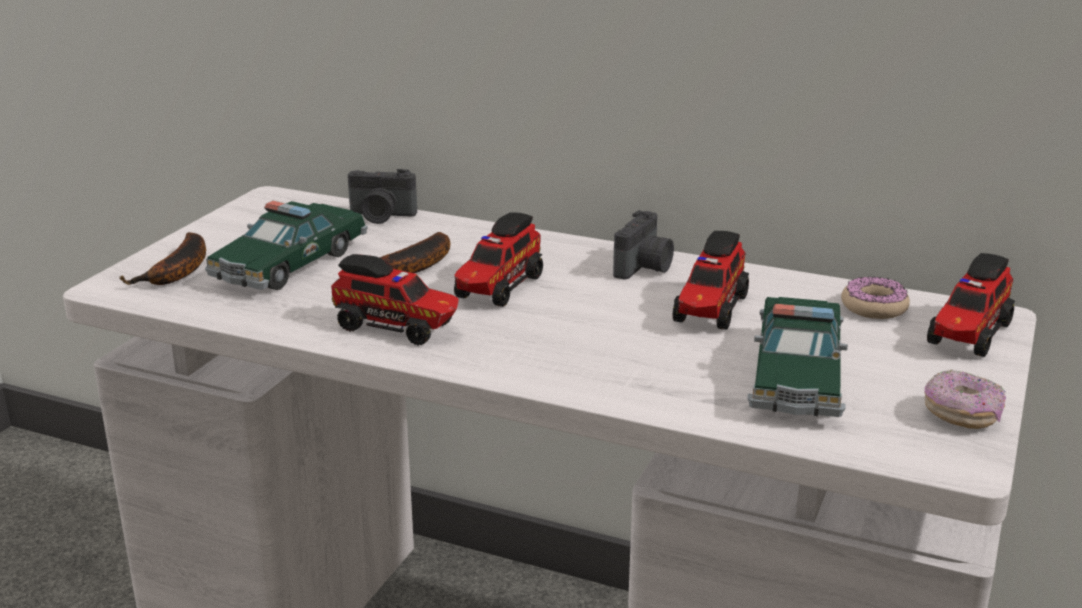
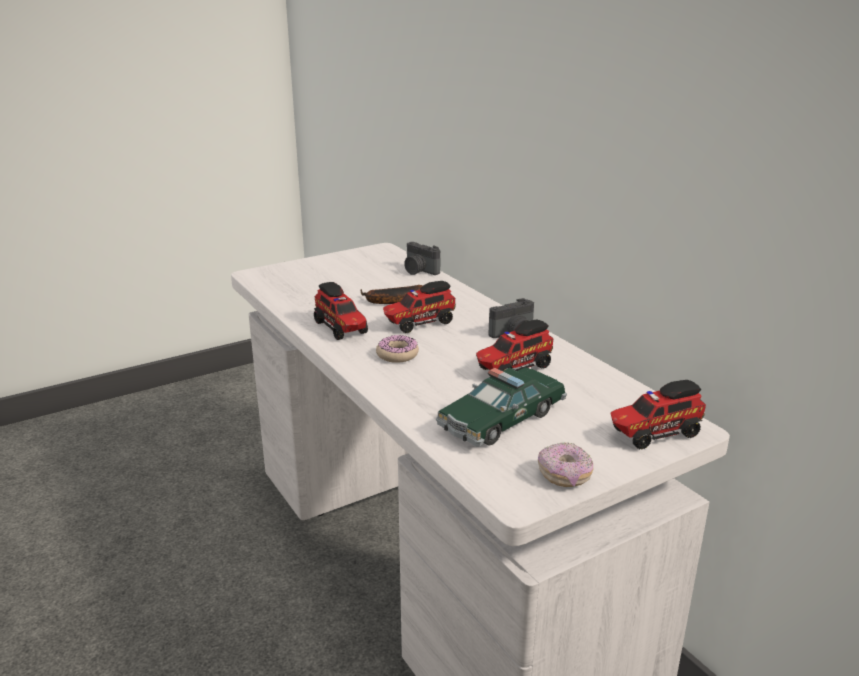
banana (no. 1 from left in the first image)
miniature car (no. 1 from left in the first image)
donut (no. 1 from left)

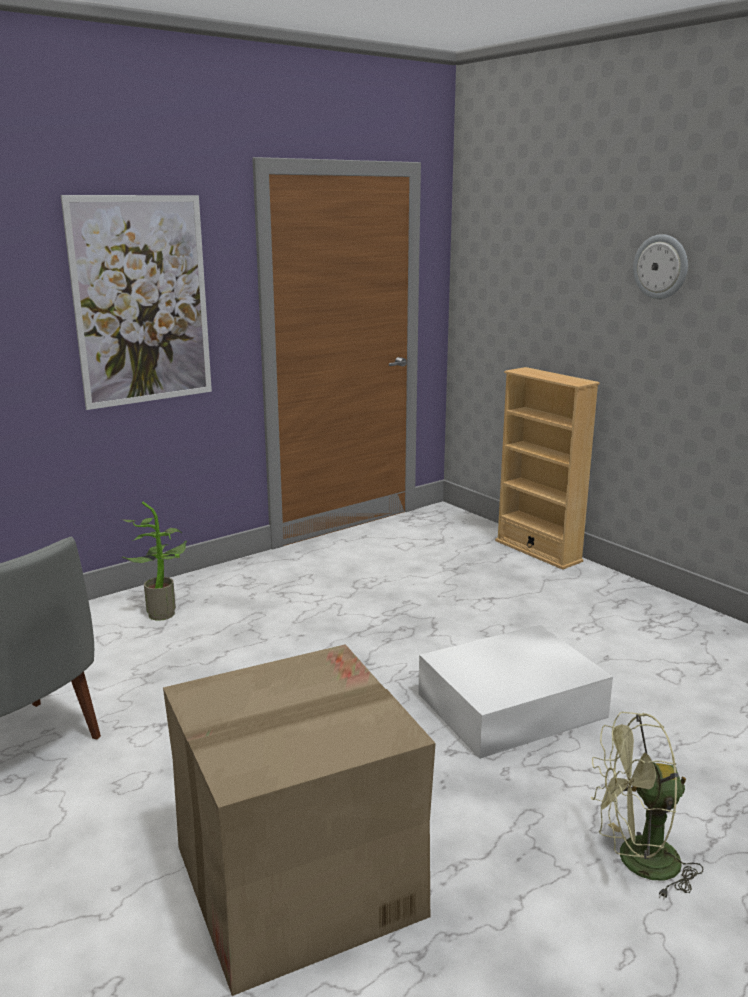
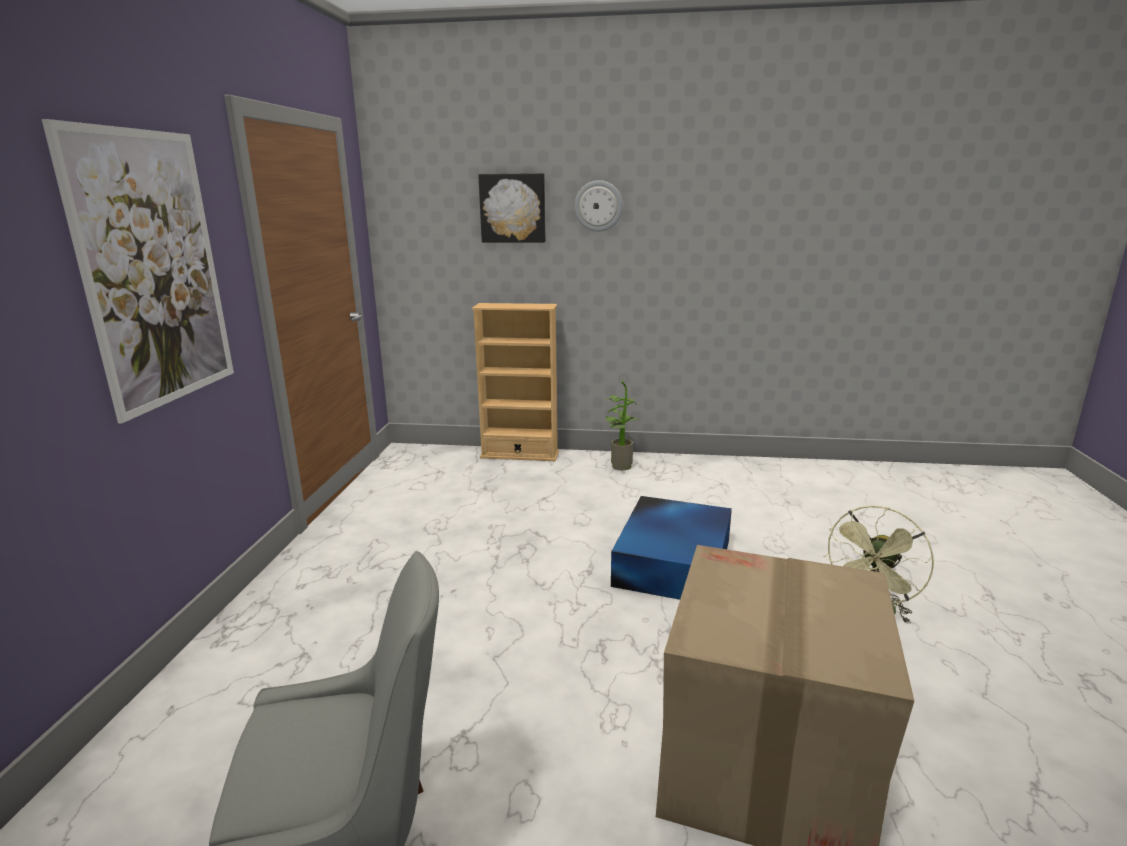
wall picture (no. 2 from left)
houseplant
storage bin/blue

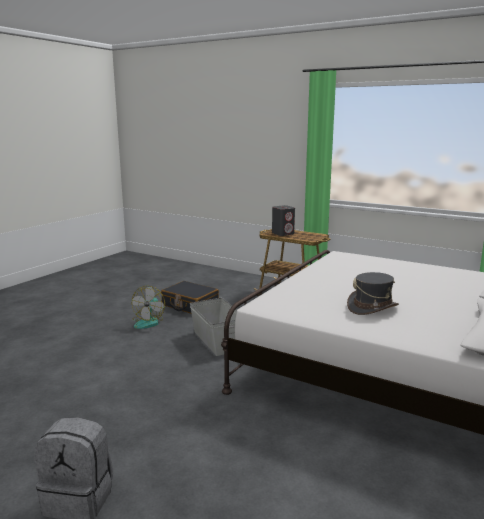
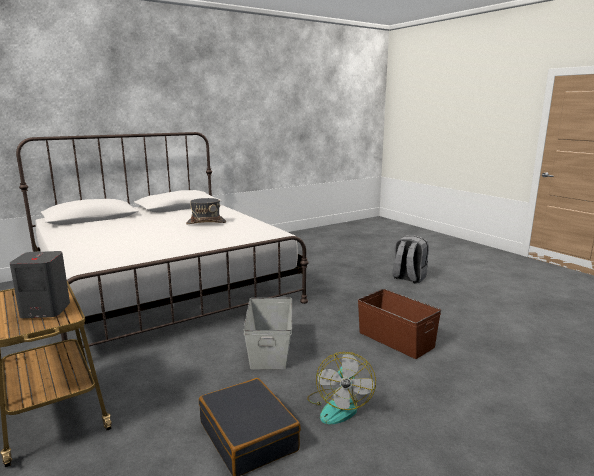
storage bin/brownish
cooling fan

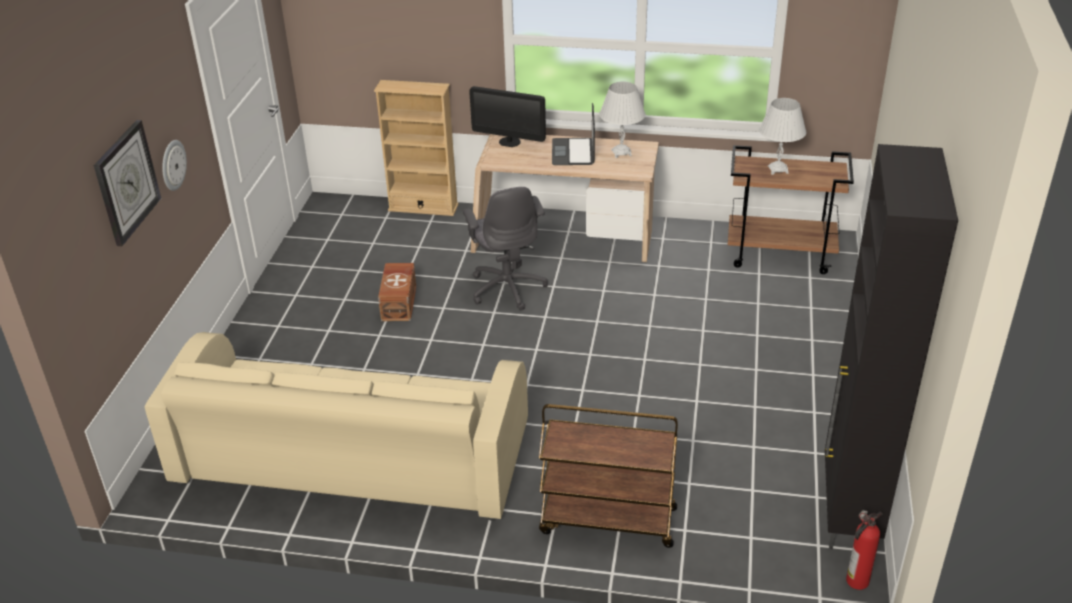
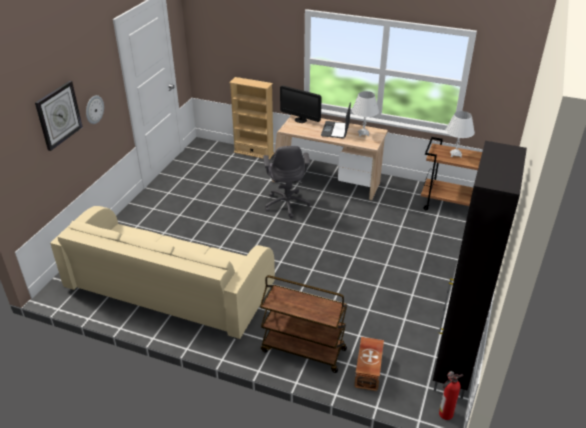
storage bin/brownish

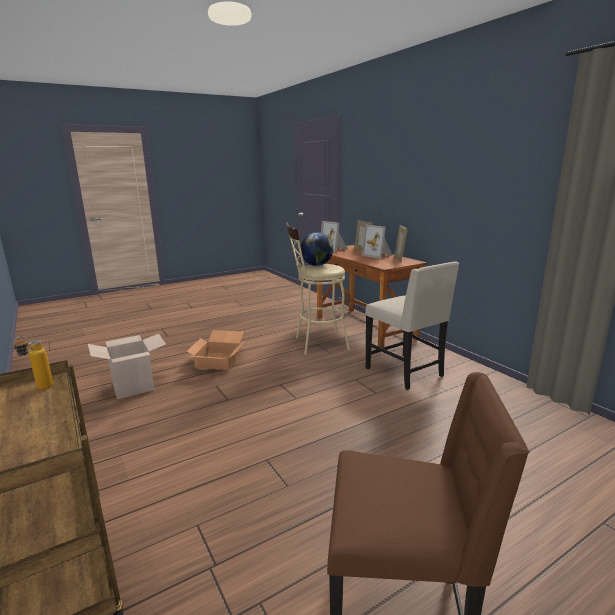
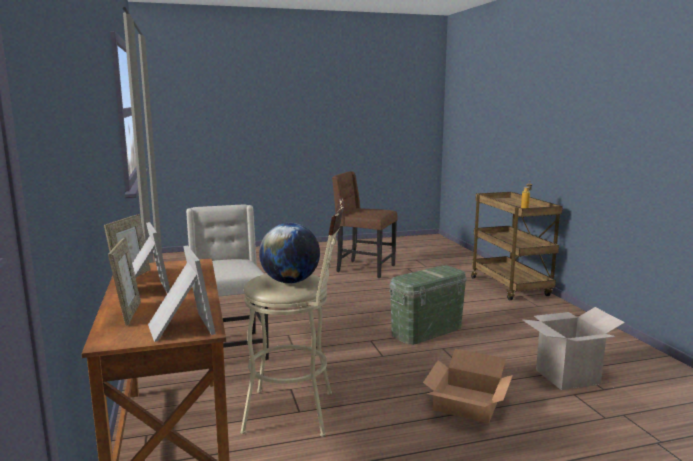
storage bin/green-coloured

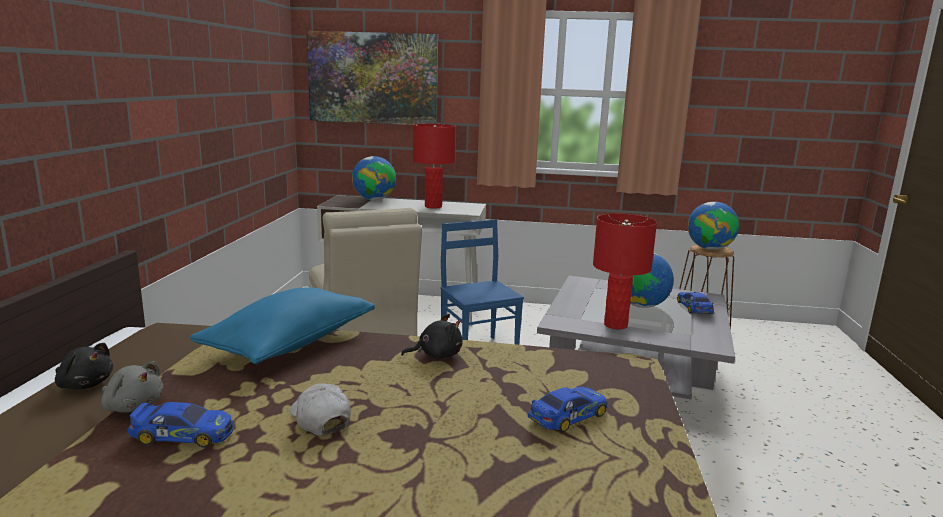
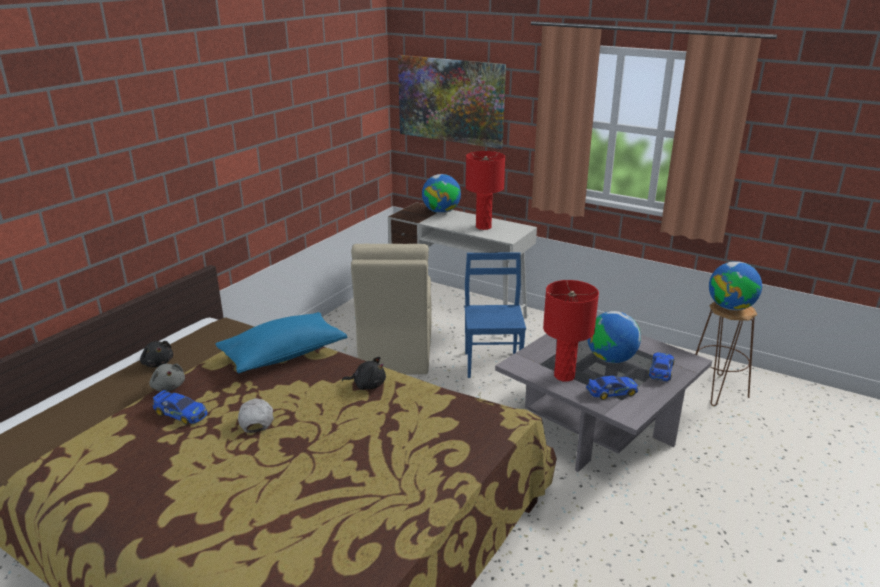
miniature car (no. 2 from left)

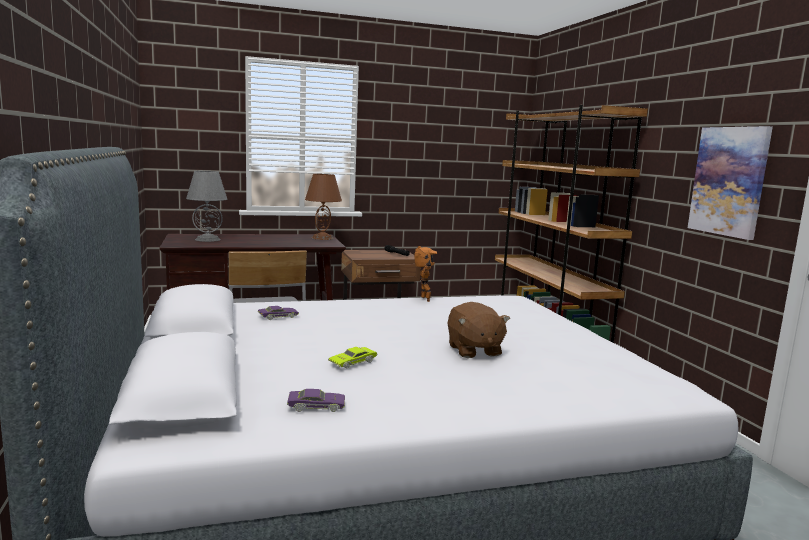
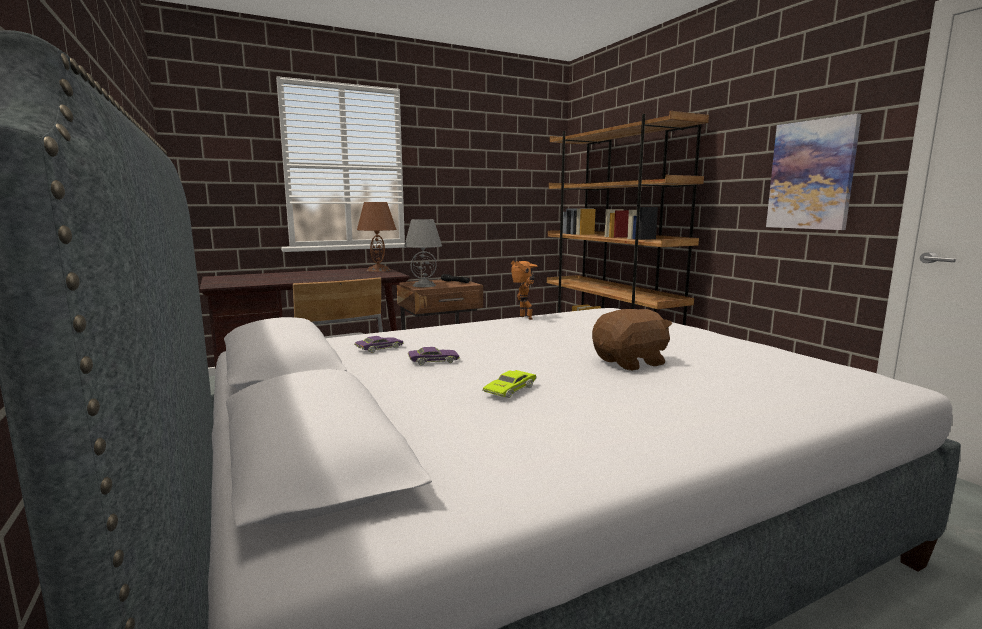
lamp for a table/greyish
miniature car/purple (no. 2 from left)
cuddly toy/brownish

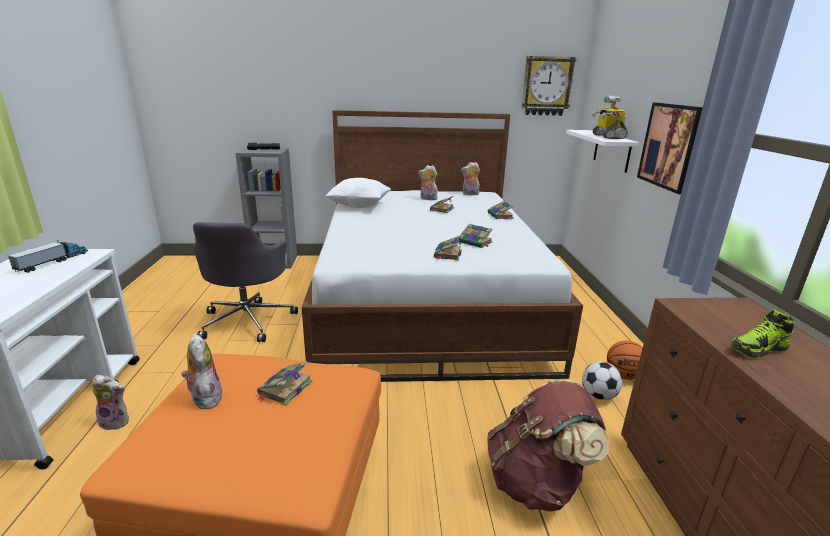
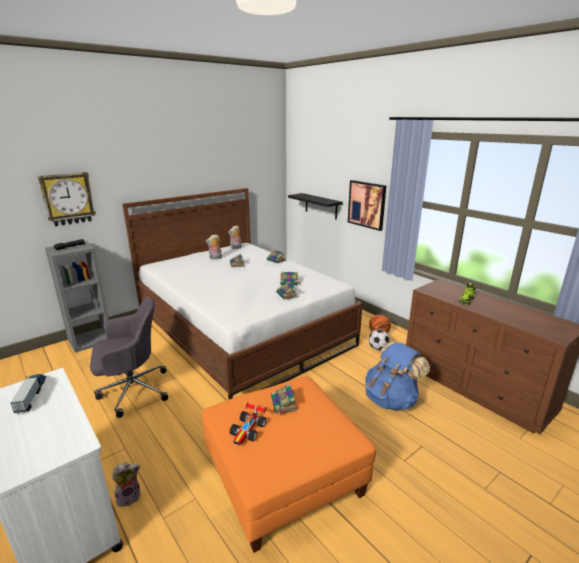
throw pillow/white
model robot
clock on the wall
miniature car
rucksack/blue
bracket shelf/blackish
computer chair/greyish

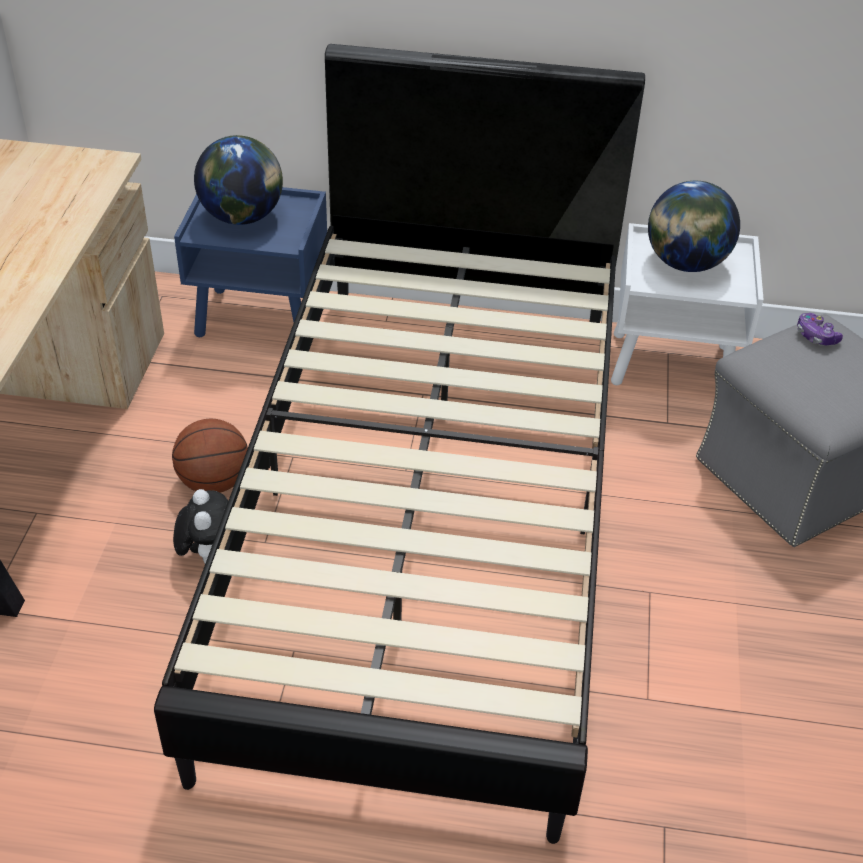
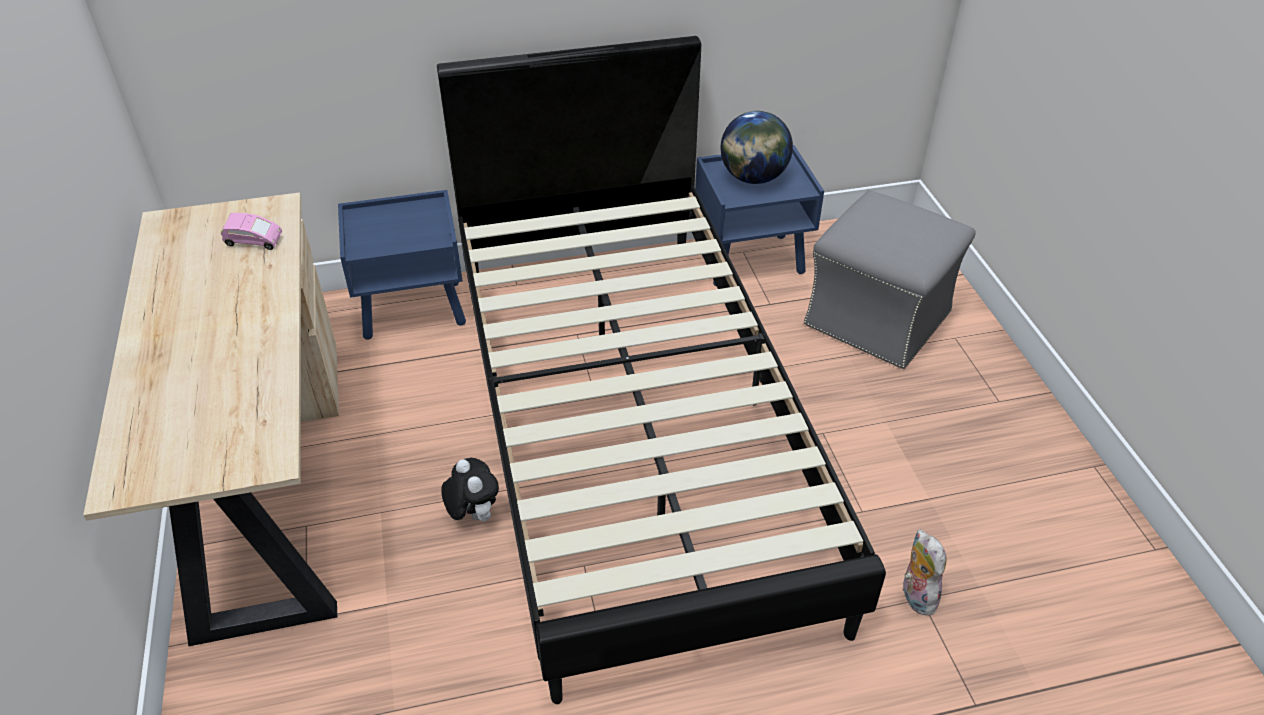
ball for basketball
globe (no. 1 from left in the first image)
gamepad
miniature car/pinkish
cuddly toy (no. 2 from left)
bedside table/blue (no. 2 from left)

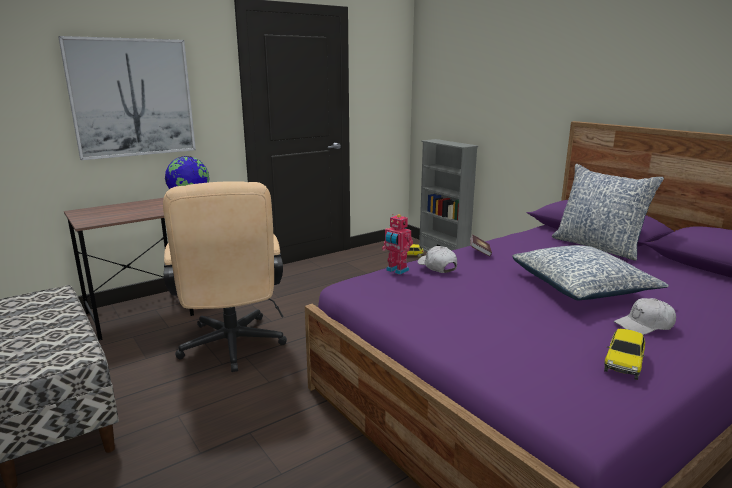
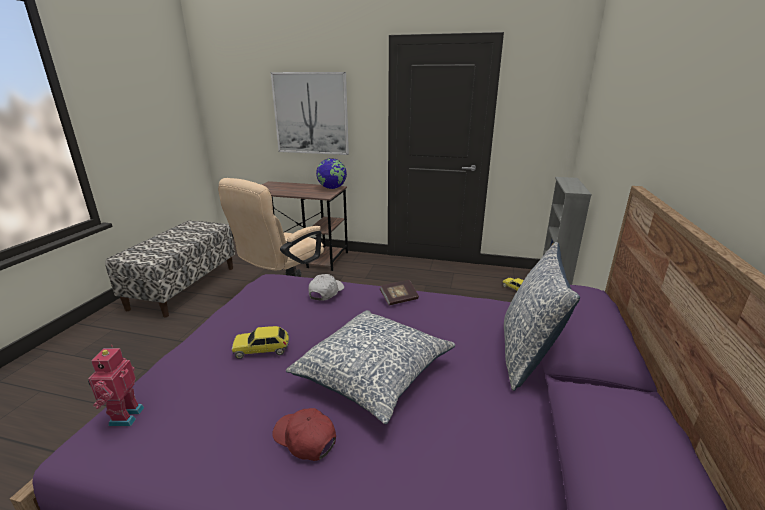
model robot
miniature car (no. 1 from left)
baseball cap/reddish

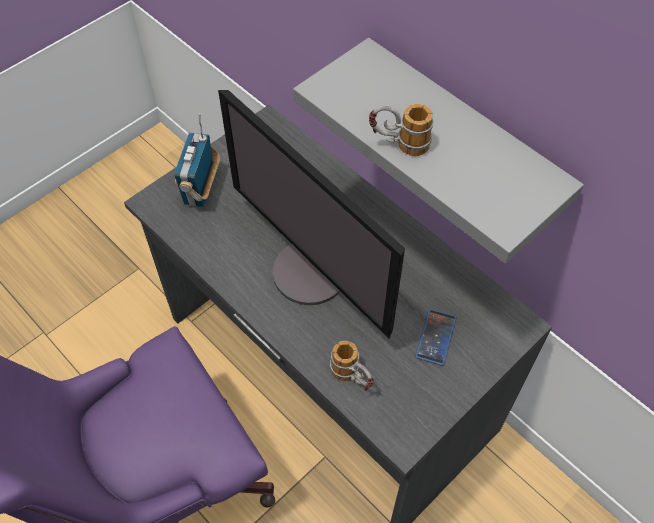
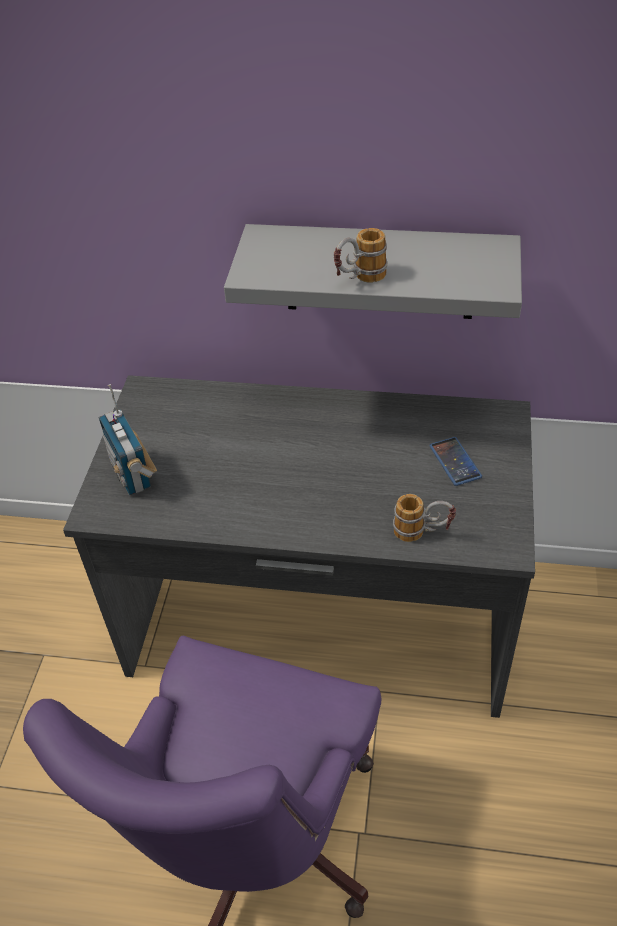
computer display

